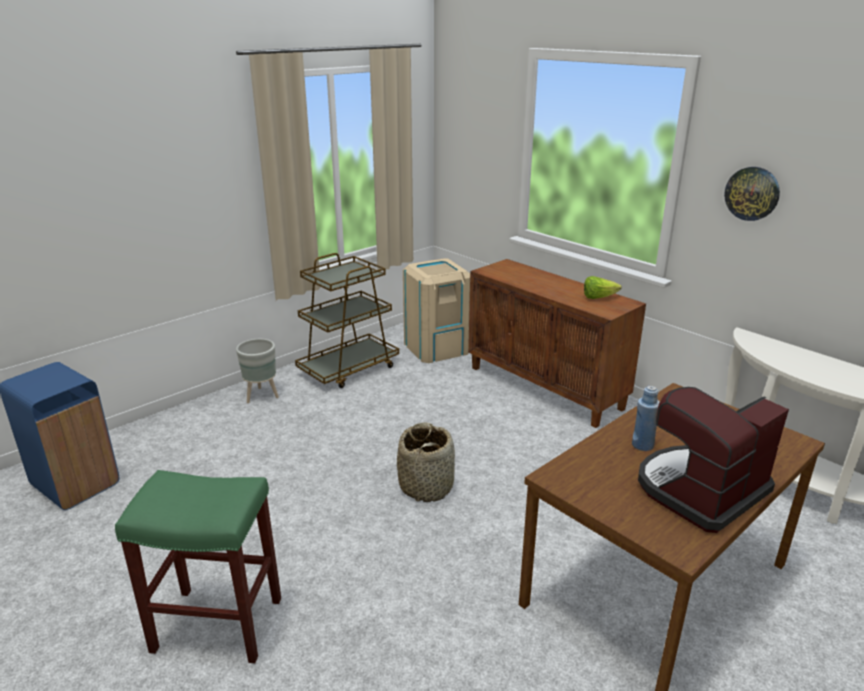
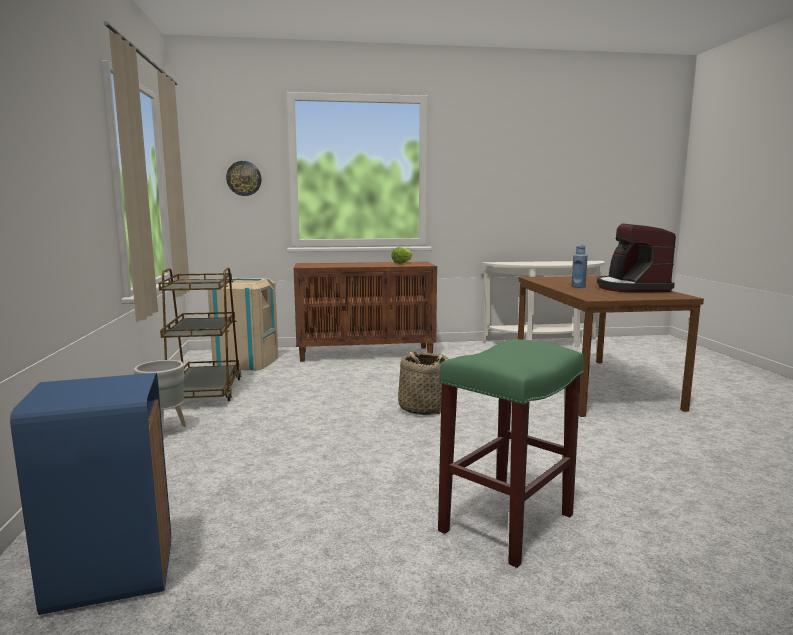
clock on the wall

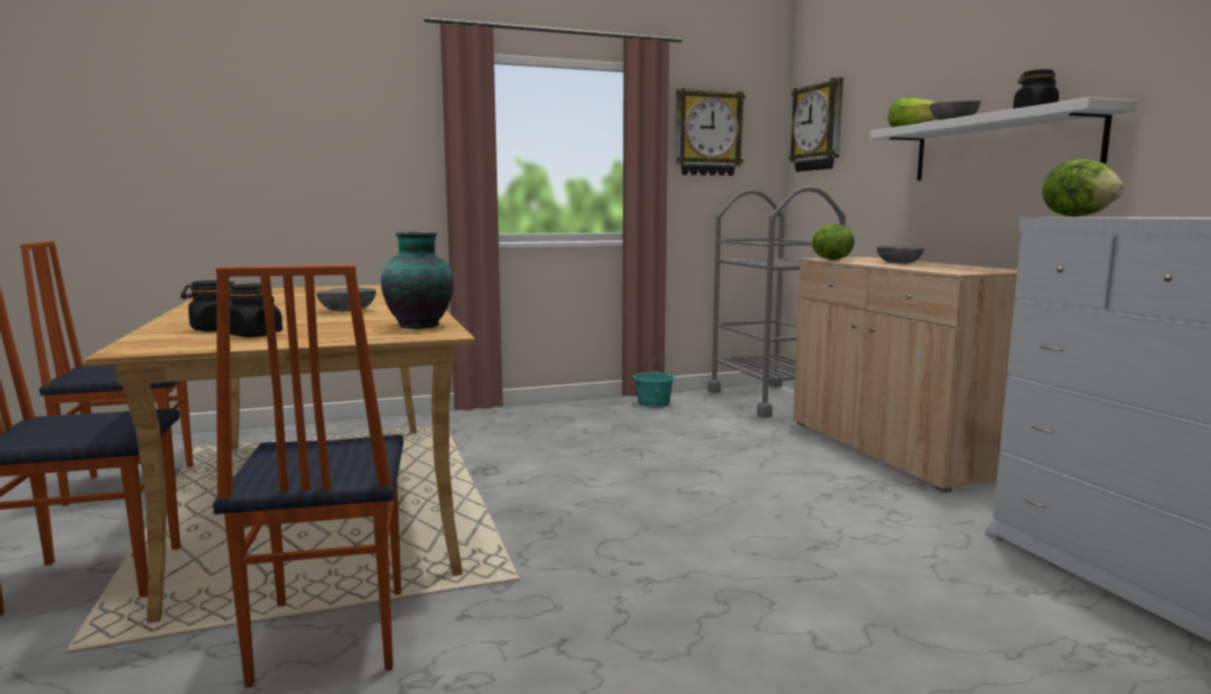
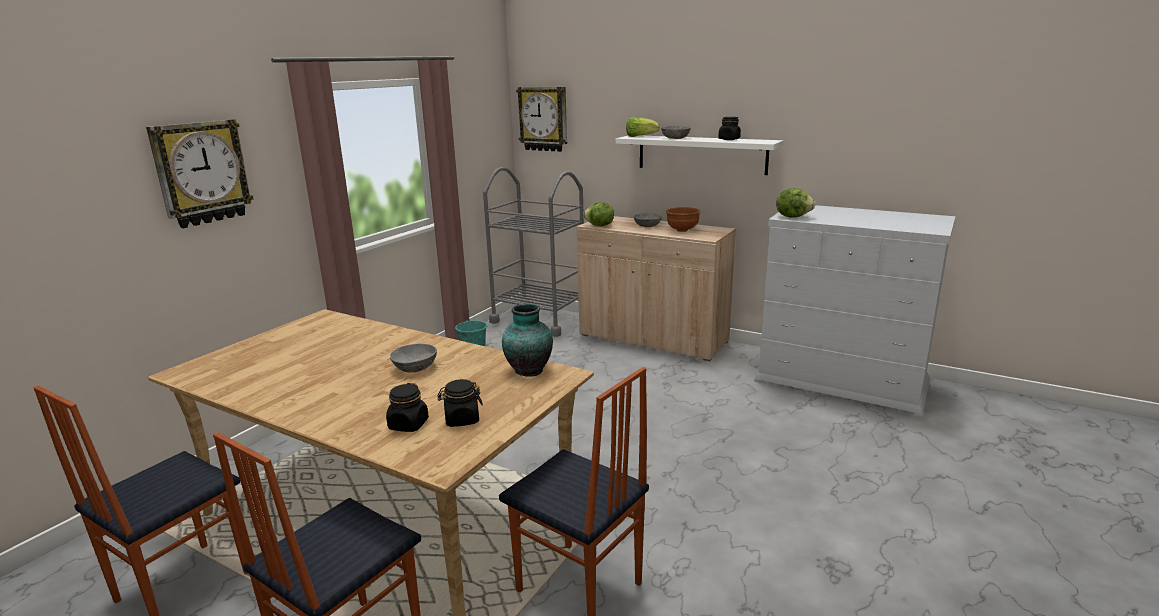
deep dish/brownish
clock on the wall (no. 1 from left)

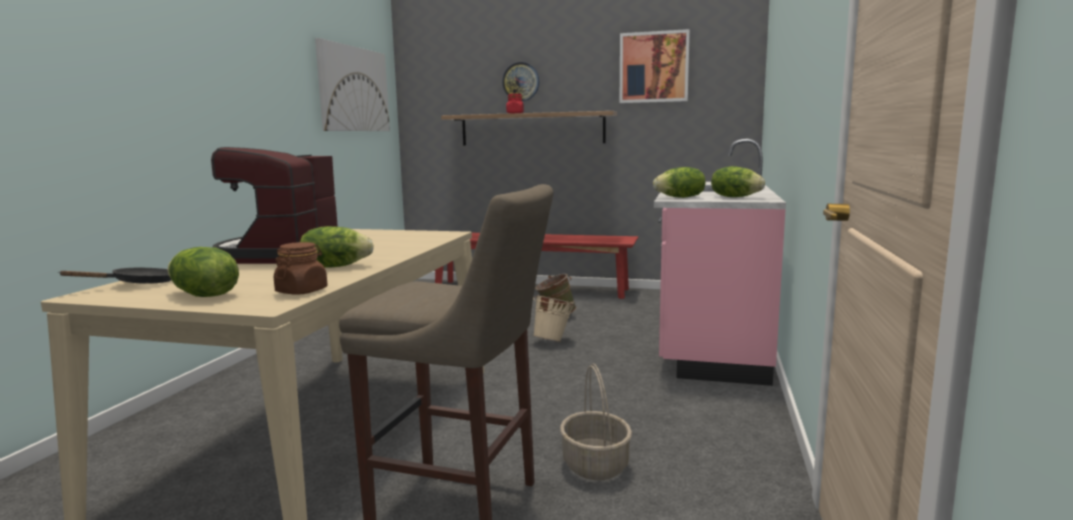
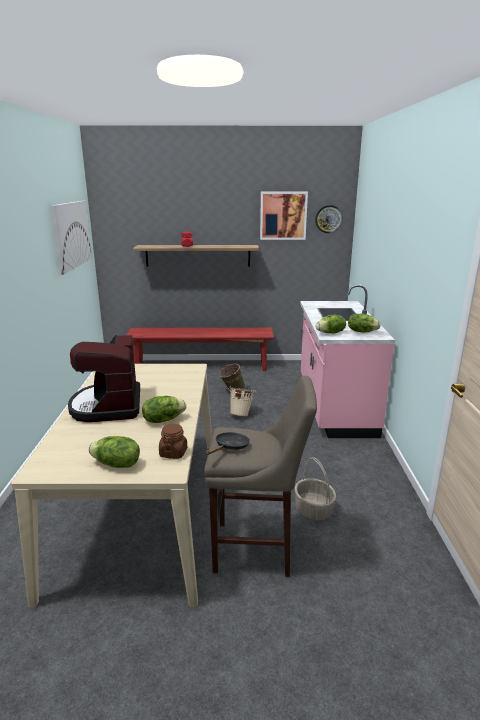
skillet/blackish
clock on the wall

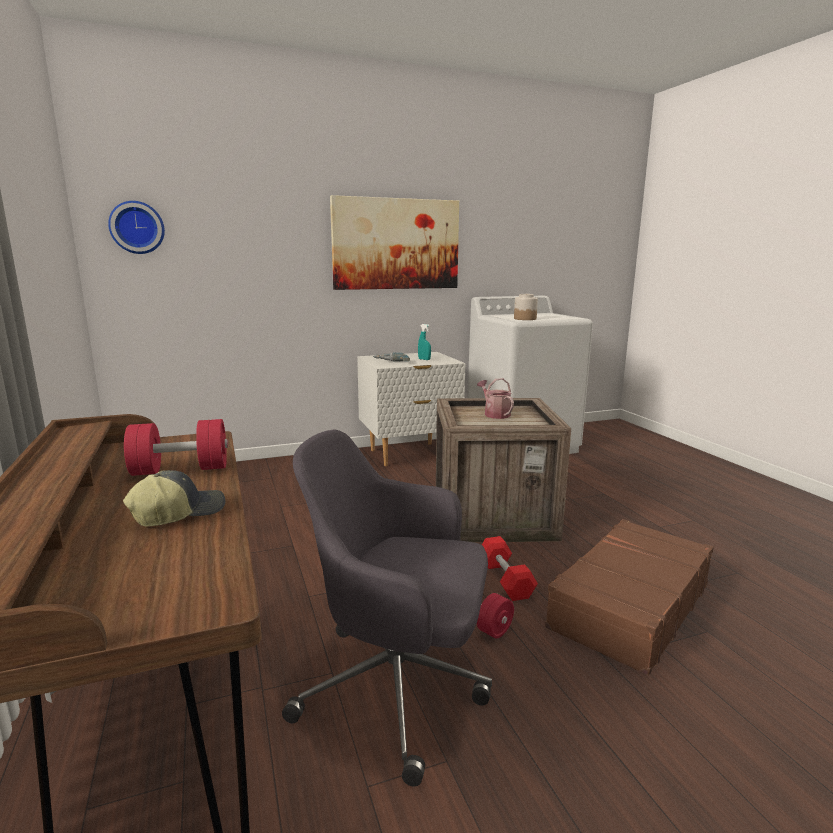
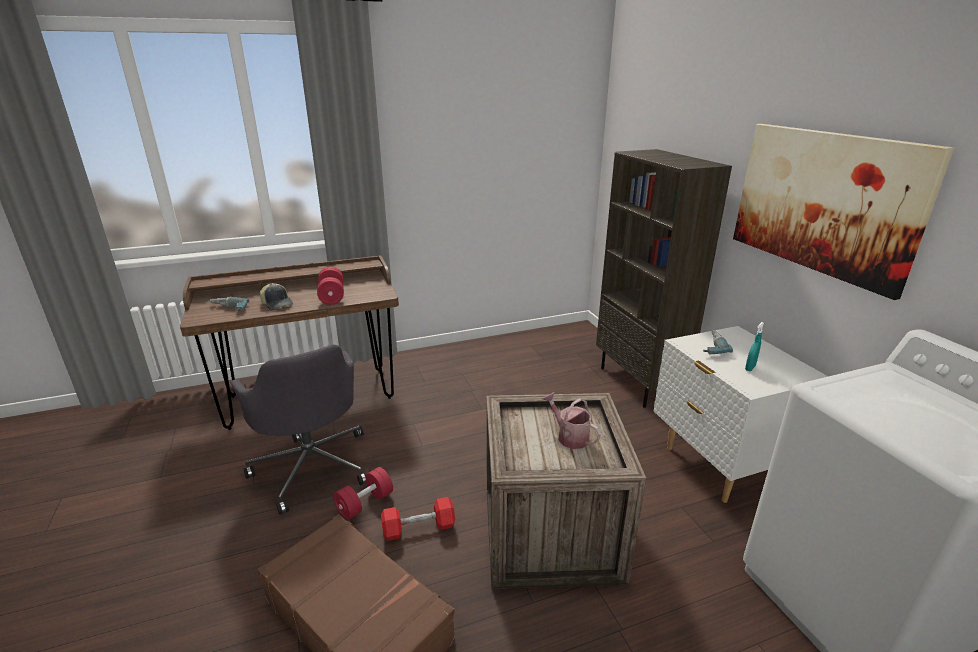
clock on the wall
storage jar
drill (no. 1 from left)
bookshelf/brownish
computer chair/greyish
sprinkling can

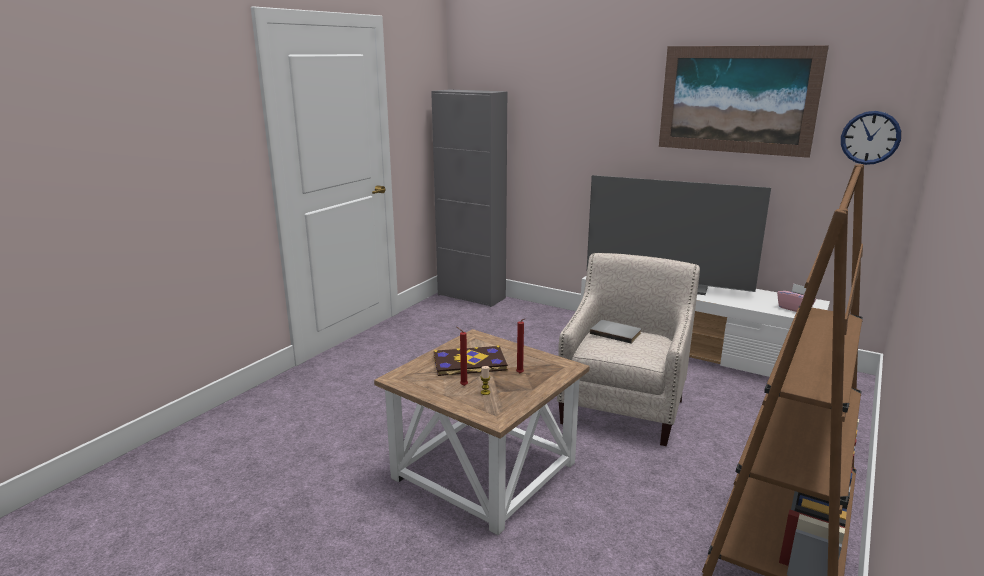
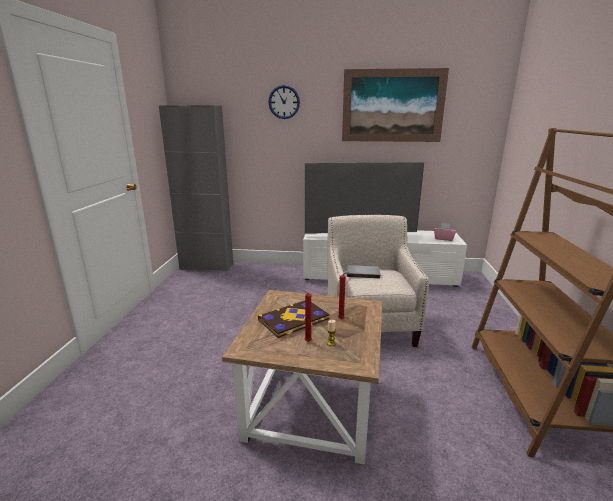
clock on the wall

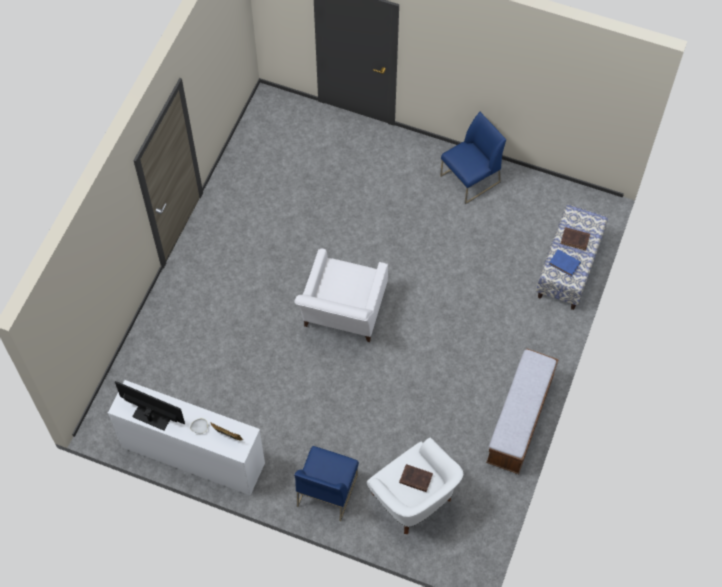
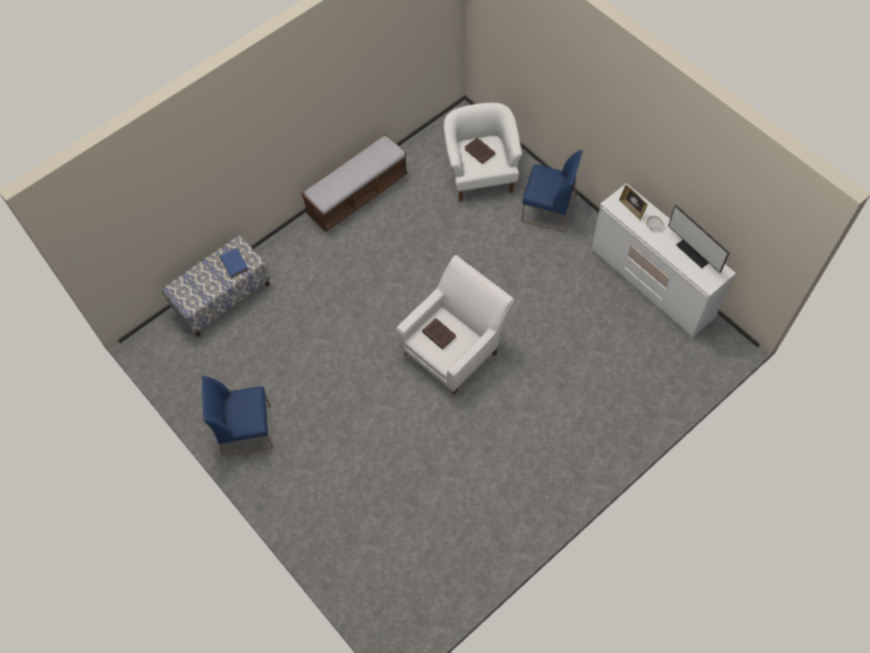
volume/brownish (no. 1 from left)
plain chair/blue (no. 2 from left)

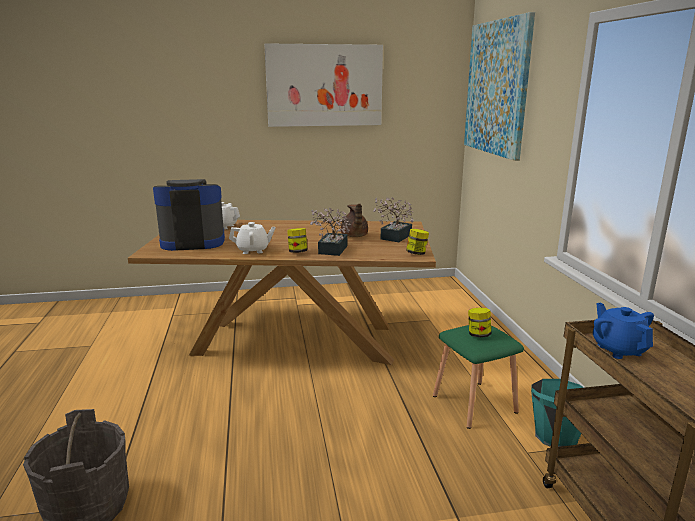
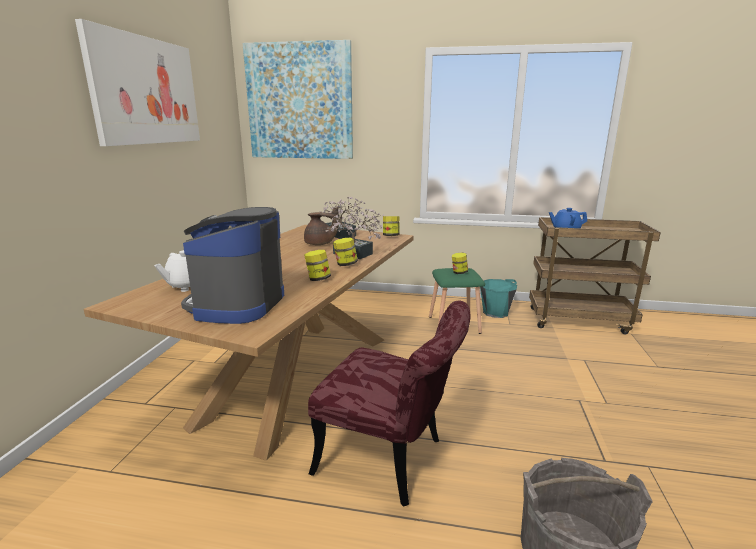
plain chair/reddish
storage jar (no. 1 from left)

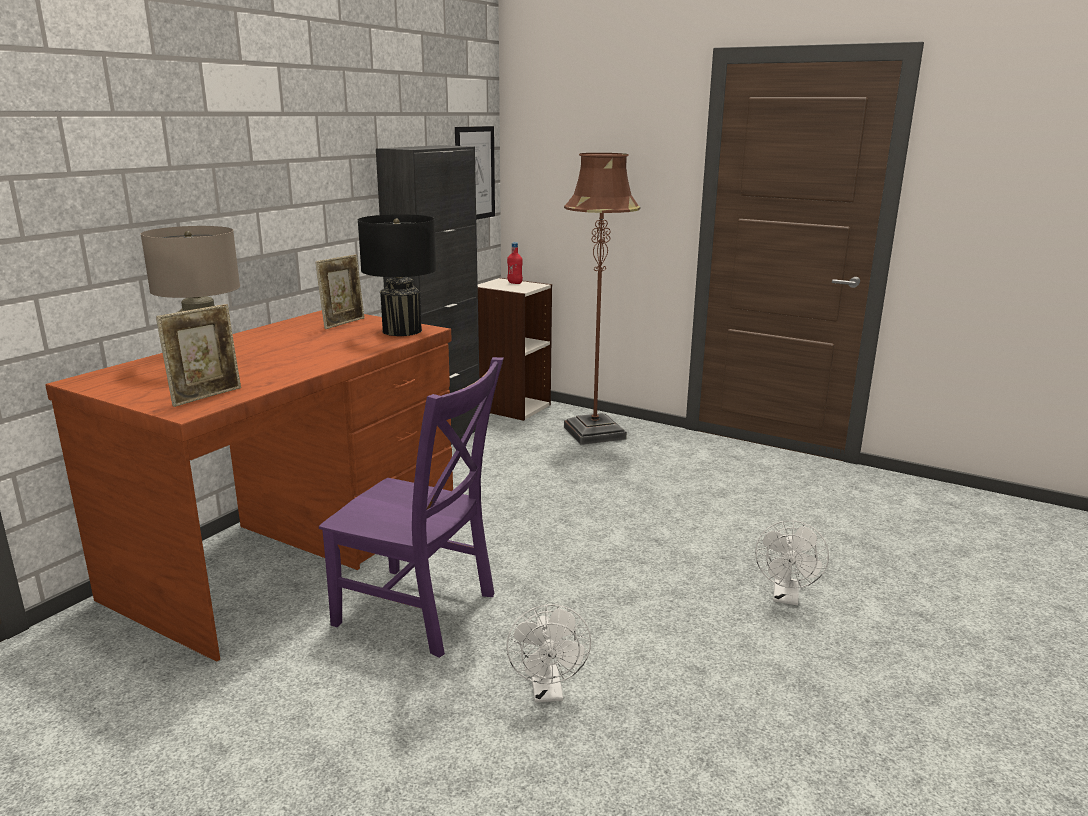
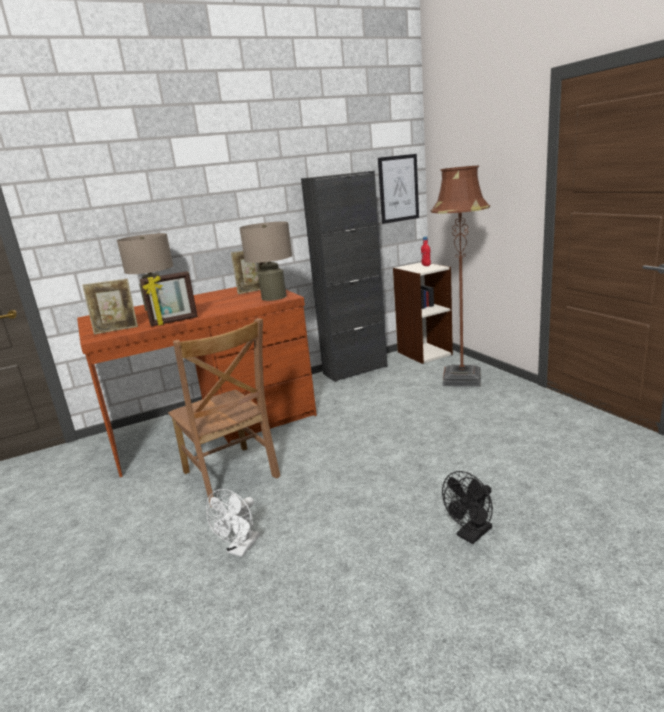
photo frame (no. 2 from left)
plain chair/brownish
lamp for a table/beige (no. 2 from left)
cooling fan/blackish

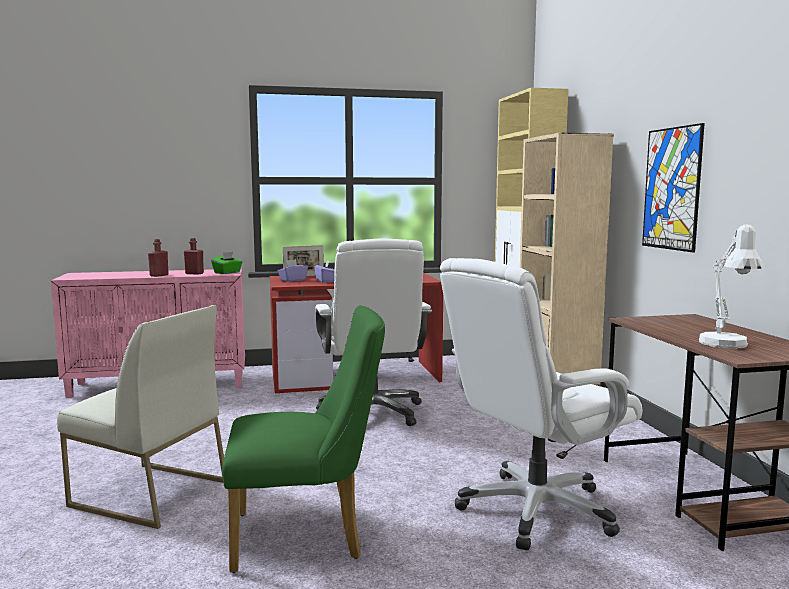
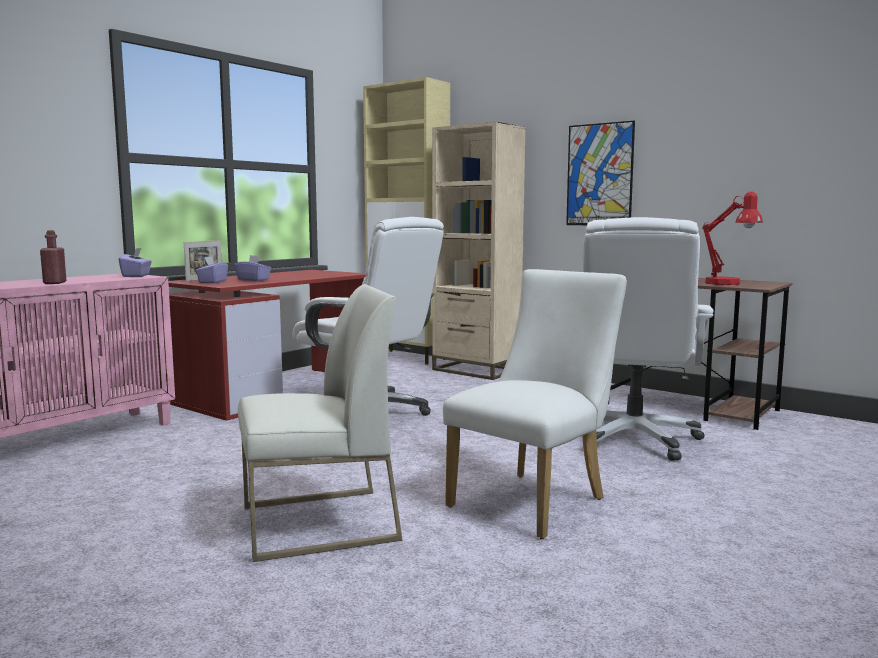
beverage bottle/reddish (no. 2 from left in the first image)
tissue box/purple (no. 1 from left)
plain chair/white (no. 2 from left)
lamp for a table/reddish

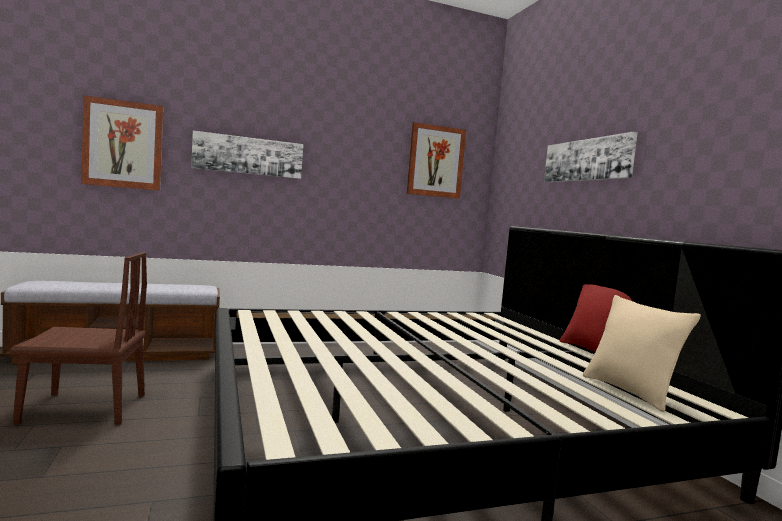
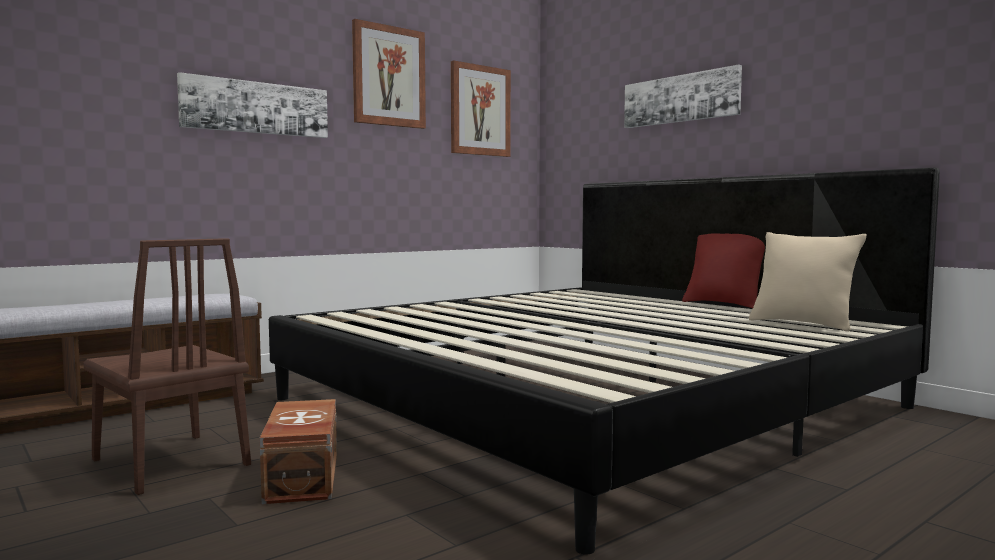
storage bin/brownish
wall picture (no. 2 from left)
plain chair/brownish

